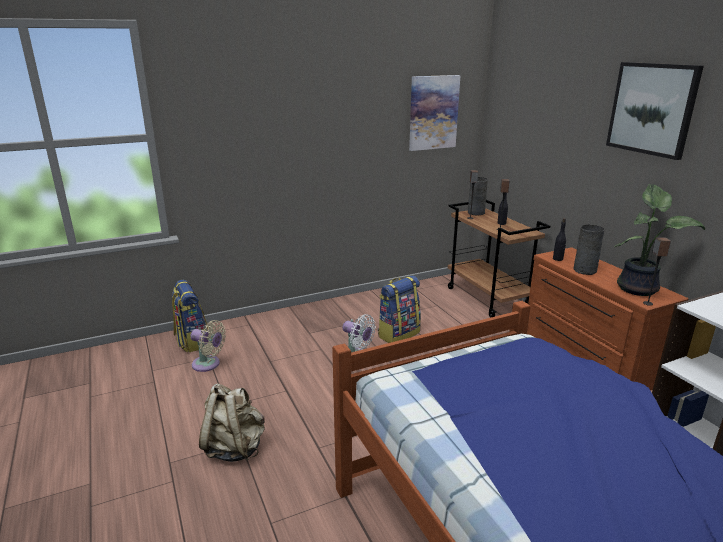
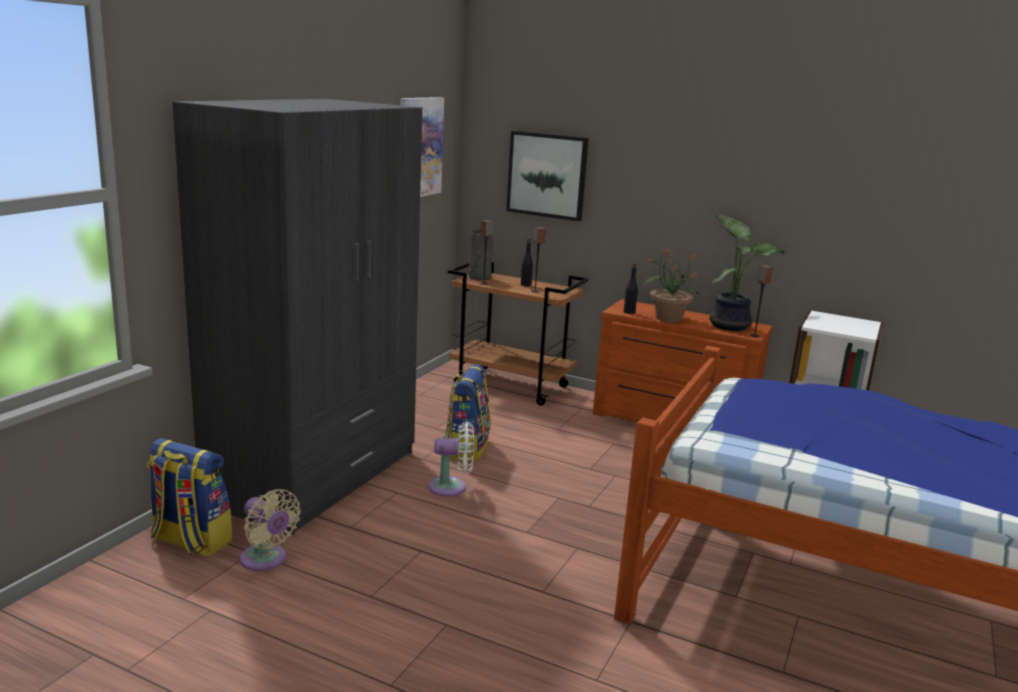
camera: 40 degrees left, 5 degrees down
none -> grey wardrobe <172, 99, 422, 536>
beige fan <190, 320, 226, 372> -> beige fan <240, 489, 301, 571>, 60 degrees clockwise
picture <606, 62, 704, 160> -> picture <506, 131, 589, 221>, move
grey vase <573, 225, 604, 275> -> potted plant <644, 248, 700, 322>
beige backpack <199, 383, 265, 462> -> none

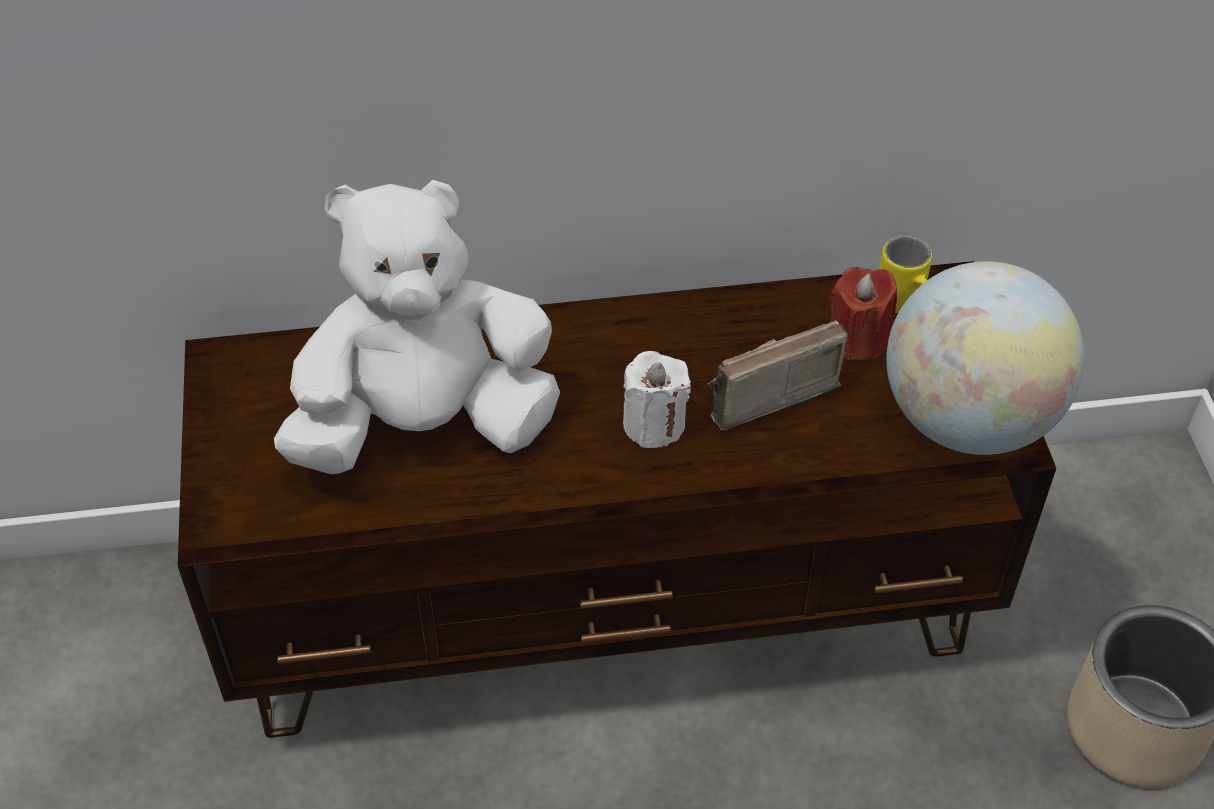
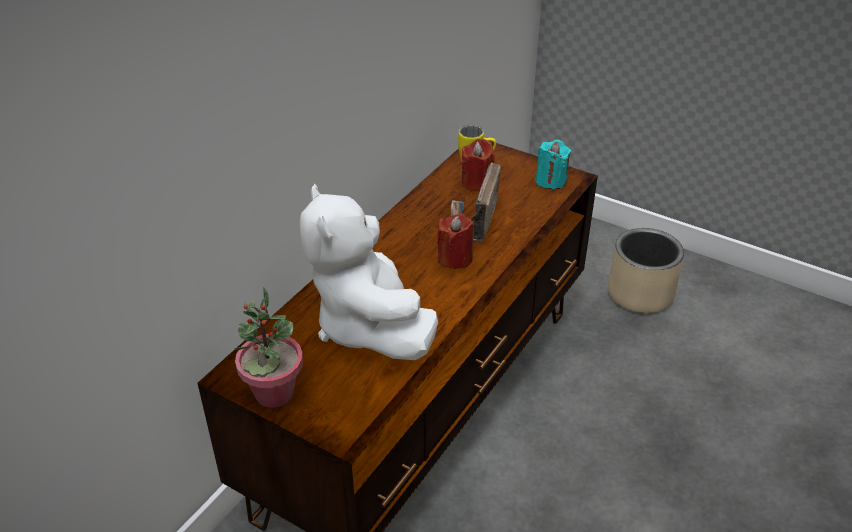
camera: 50 degrees left, 10 degrees down
none -> potted plant <234, 287, 303, 408>
white plush toy <274, 180, 560, 474> -> white plush toy <300, 184, 438, 360>, 45 degrees counterclockwise
white candle <623, 351, 691, 448> -> red candle <437, 214, 474, 269>
globe <886, 261, 1084, 455> -> turquoise candle <535, 140, 571, 189>

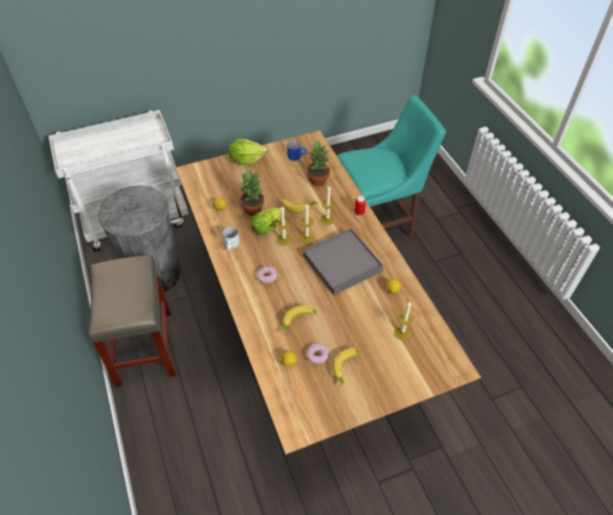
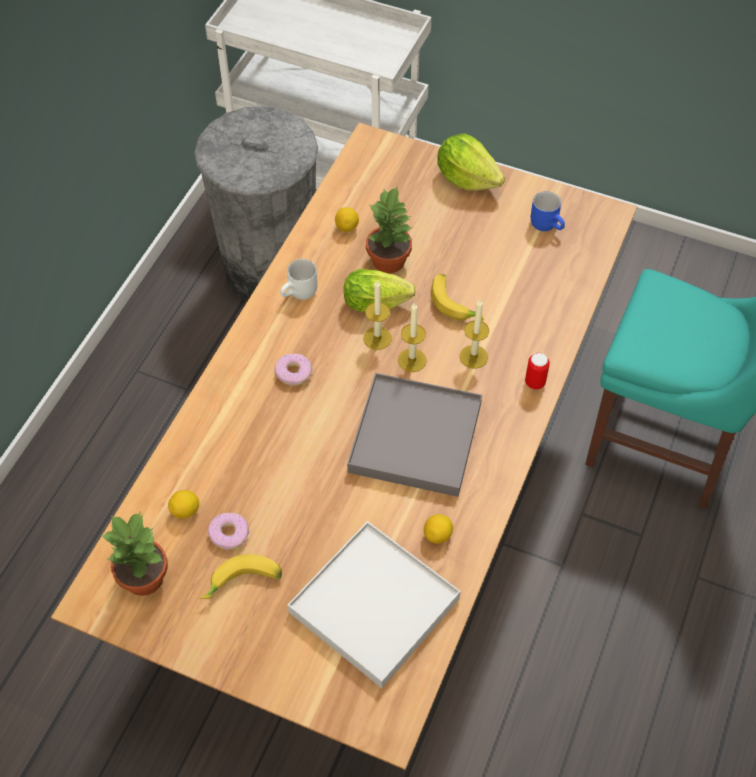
camera: 45 degrees right, 5 degrees up
potted plant <307, 140, 330, 186> -> potted plant <100, 512, 168, 596>, move
candle <394, 302, 413, 341> -> white tray <288, 521, 461, 688>
beige stool <89, 255, 176, 387> -> none
banana <281, 305, 316, 333> -> none

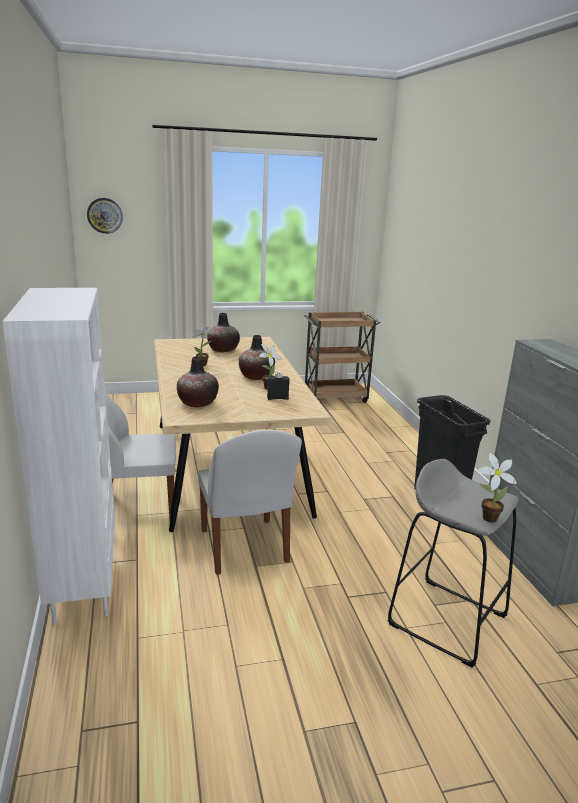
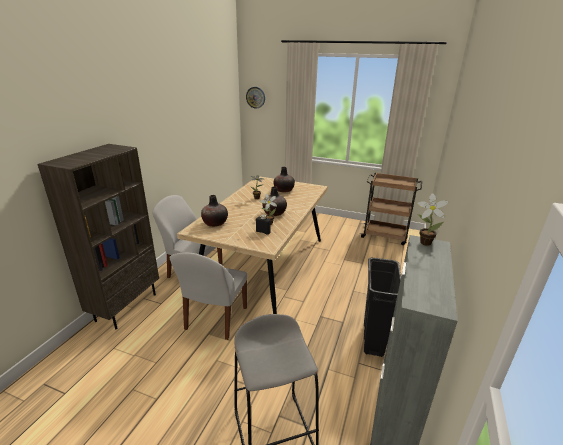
camera: 35 degrees right, 5 degrees up
white bookcase <2, 288, 115, 623> -> brown bookcase <38, 144, 159, 329>
potted plant <478, 453, 517, 523> -> potted plant <417, 193, 449, 246>, move

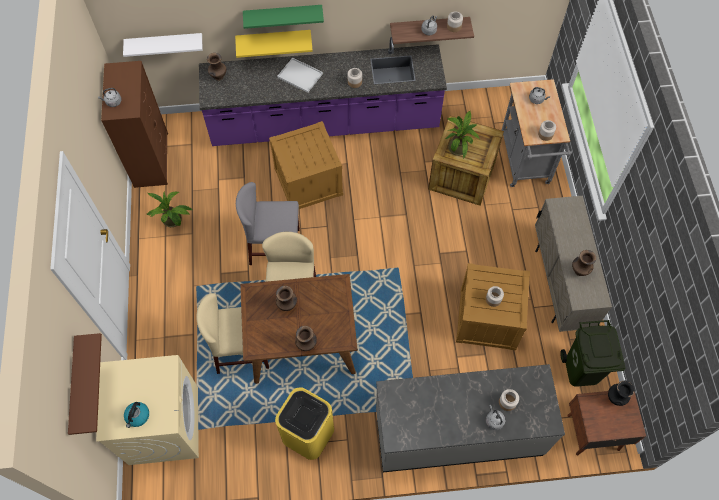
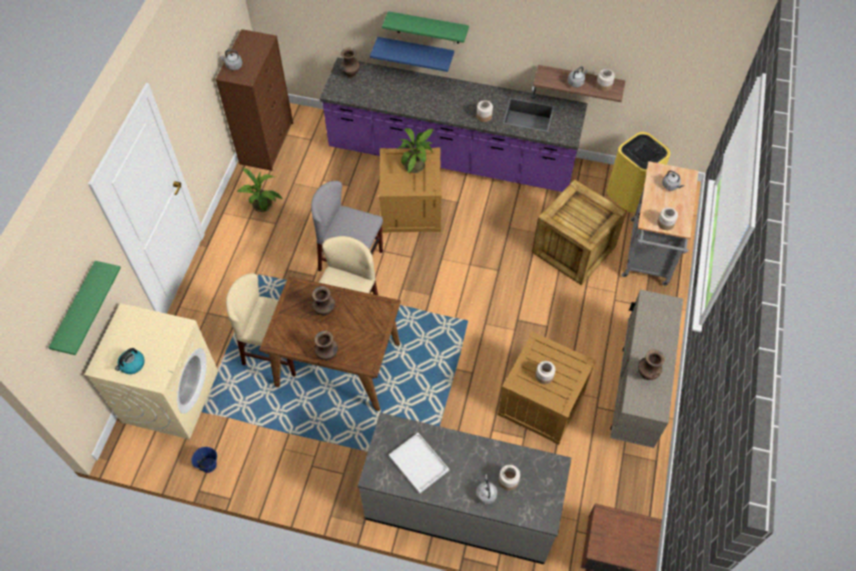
camera: 20 degrees right, 5 degrees down
brown shelf <68, 333, 102, 435> -> green shelf <48, 261, 121, 355>
none -> blue bucket <191, 447, 217, 473>
yellow shelf <235, 30, 313, 58> -> blue shelf <370, 37, 454, 72>
white tray <277, 57, 323, 93> -> white tray <389, 433, 449, 494>, move
potted plant <446, 111, 480, 158> -> potted plant <397, 128, 434, 173>, move
yellow trash can <275, 387, 334, 460> -> yellow trash can <607, 132, 670, 213>, move
white shelf <123, 33, 202, 57> -> none
green trash can <560, 320, 626, 387> -> none
black vase <608, 381, 635, 406> -> none

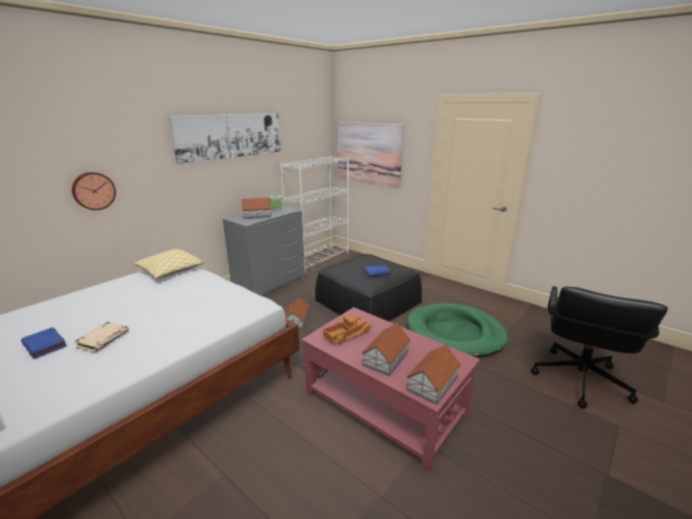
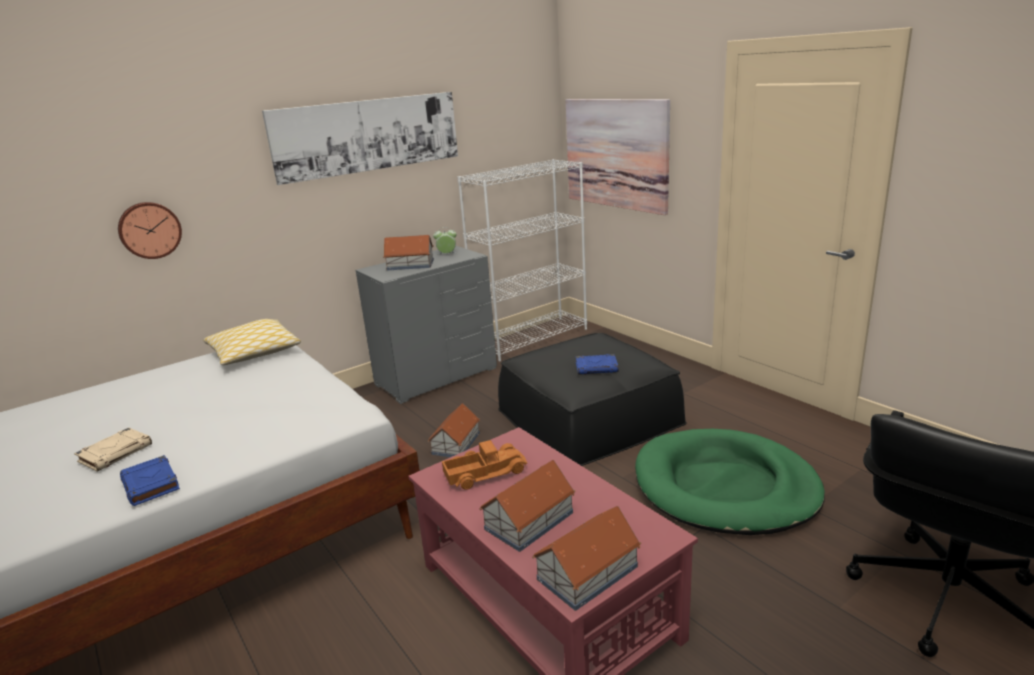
camera: 15 degrees right, 0 degrees up
blue book <21, 327, 67, 359> -> blue book <120, 455, 180, 506>, move

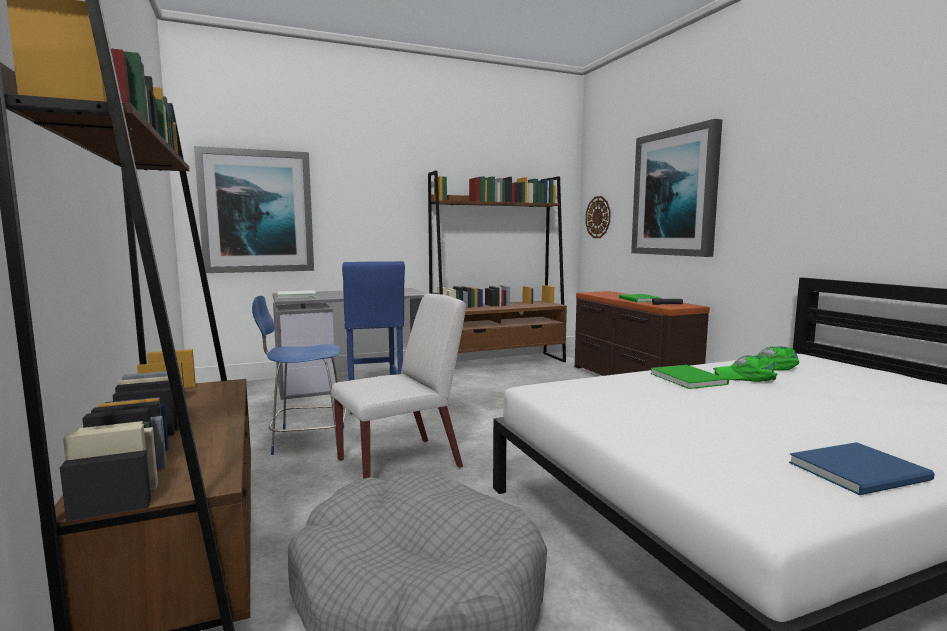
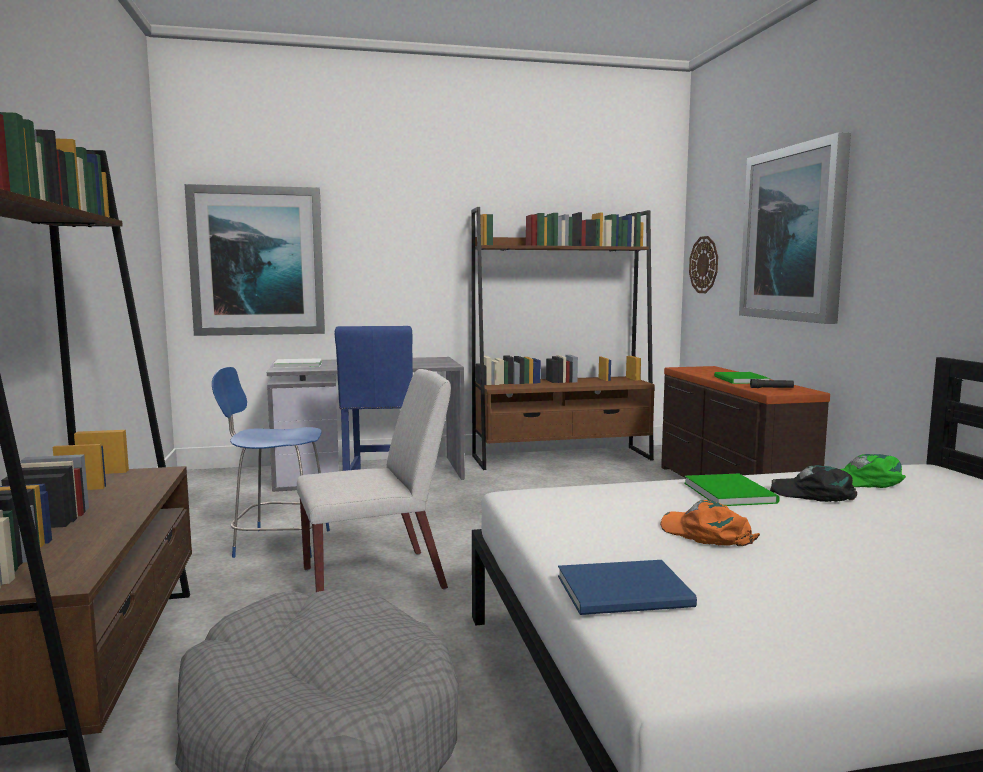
camera: 10 degrees right, 0 degrees up
blue book <789, 442, 935, 495> -> blue book <558, 560, 697, 615>, move
none -> orange cap <660, 500, 760, 546>
green cap <713, 356, 778, 382> -> black cap <770, 465, 857, 502>

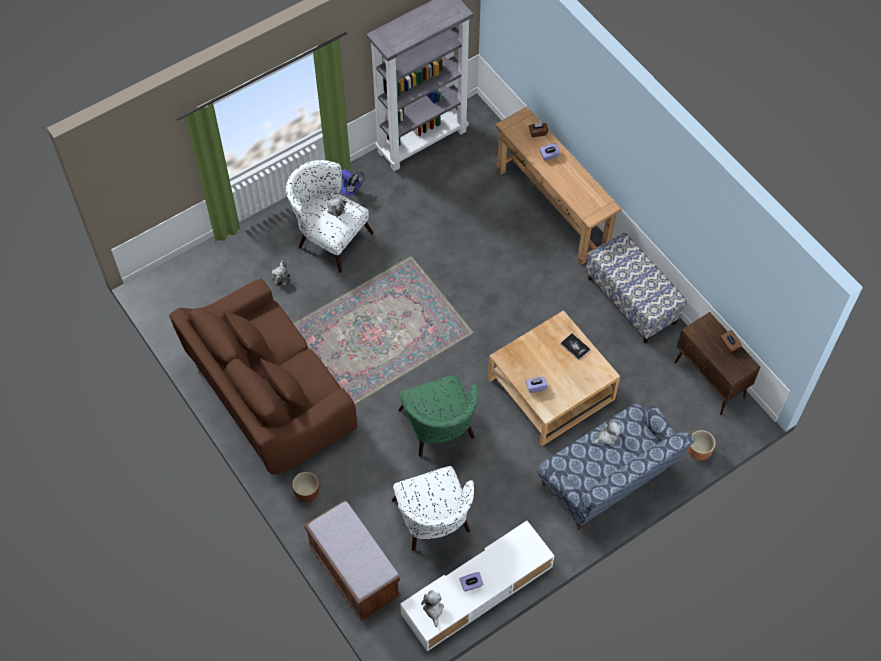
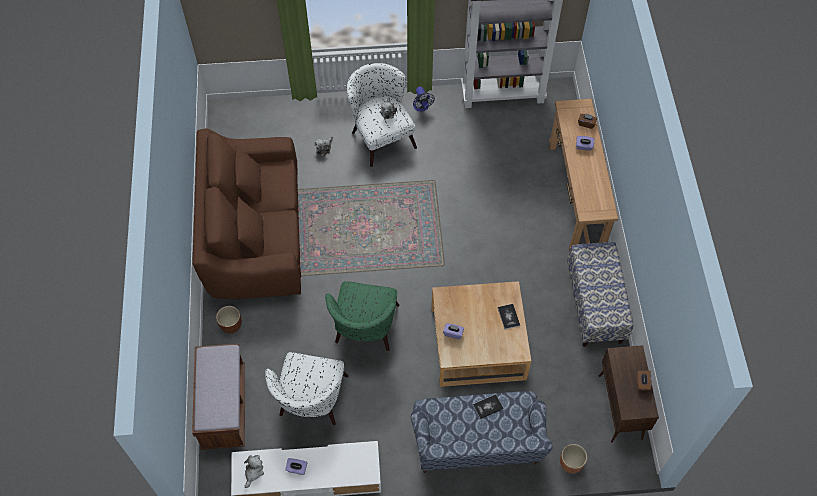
camera: 30 degrees right, 0 degrees up
plush toy <591, 420, 622, 445> -> book <473, 394, 504, 419>

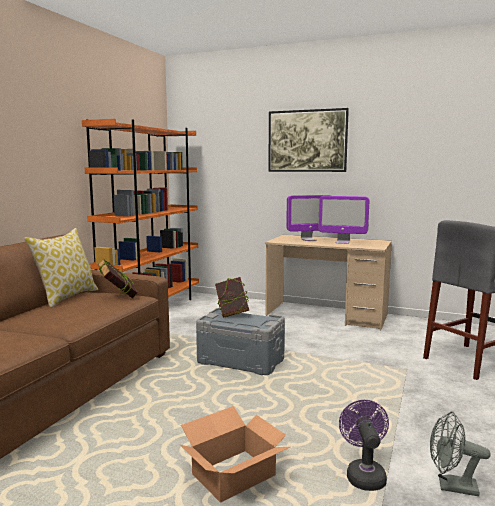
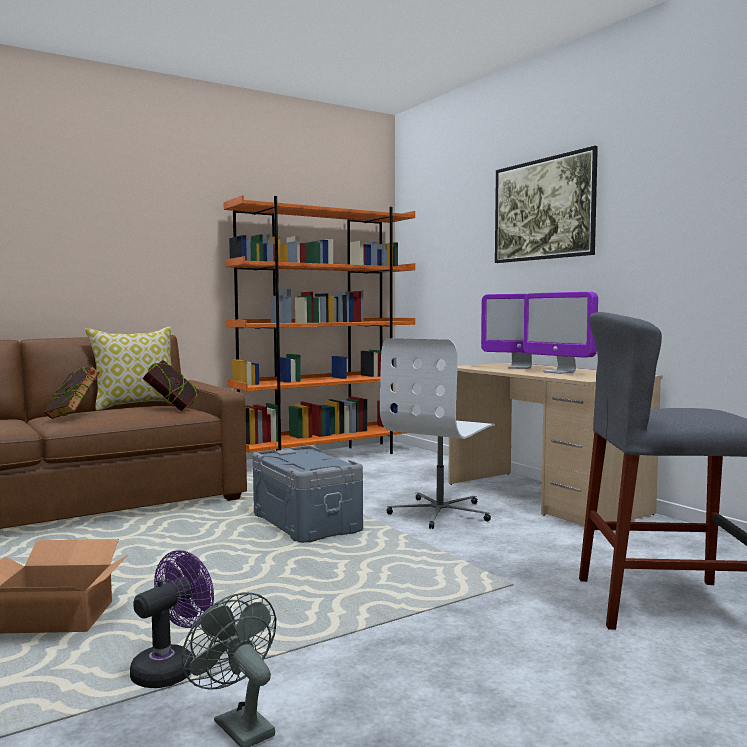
camera: 35 degrees right, 5 degrees down
book <215, 277, 249, 318> -> book <44, 365, 100, 419>, move
none -> white office chair <380, 338, 495, 529>

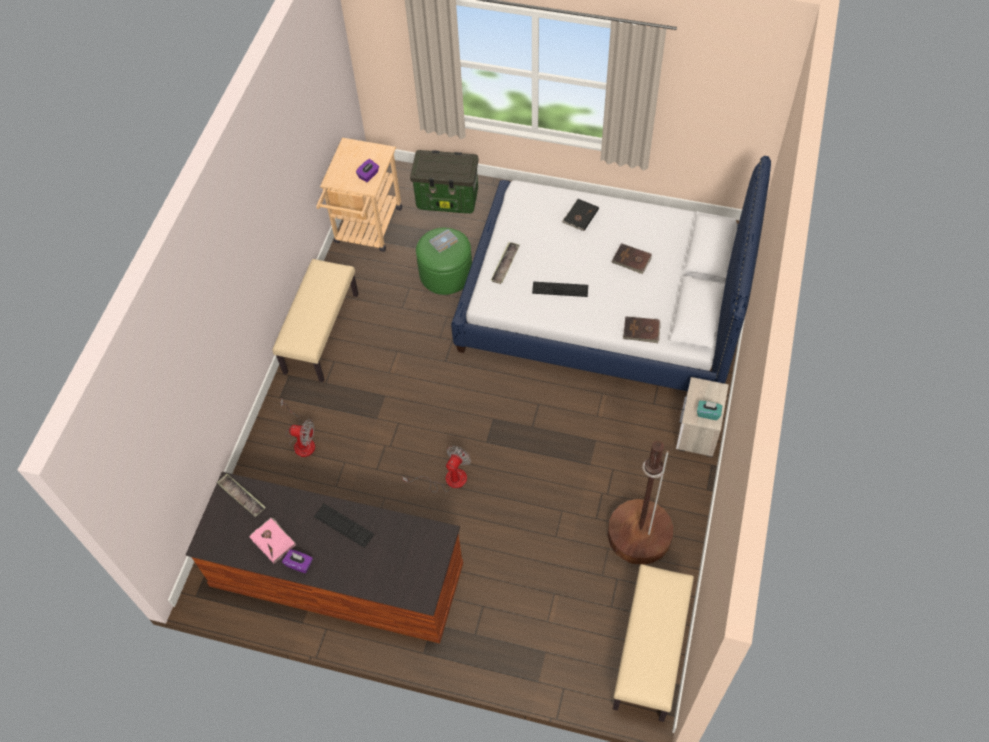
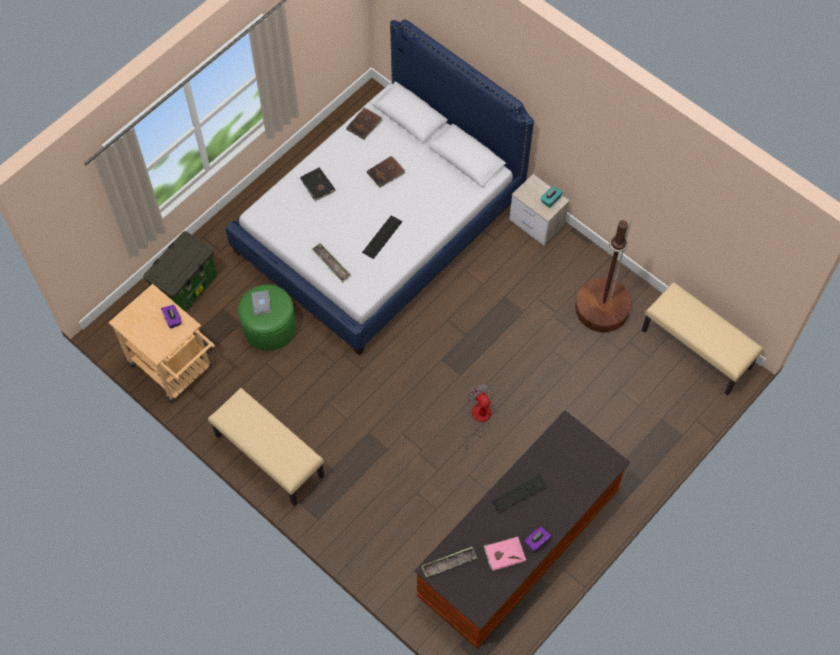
camera: 65 degrees left, 5 degrees up
brown book <623, 316, 661, 343> -> brown book <346, 108, 383, 140>, move
fan <280, 399, 315, 457> -> none

